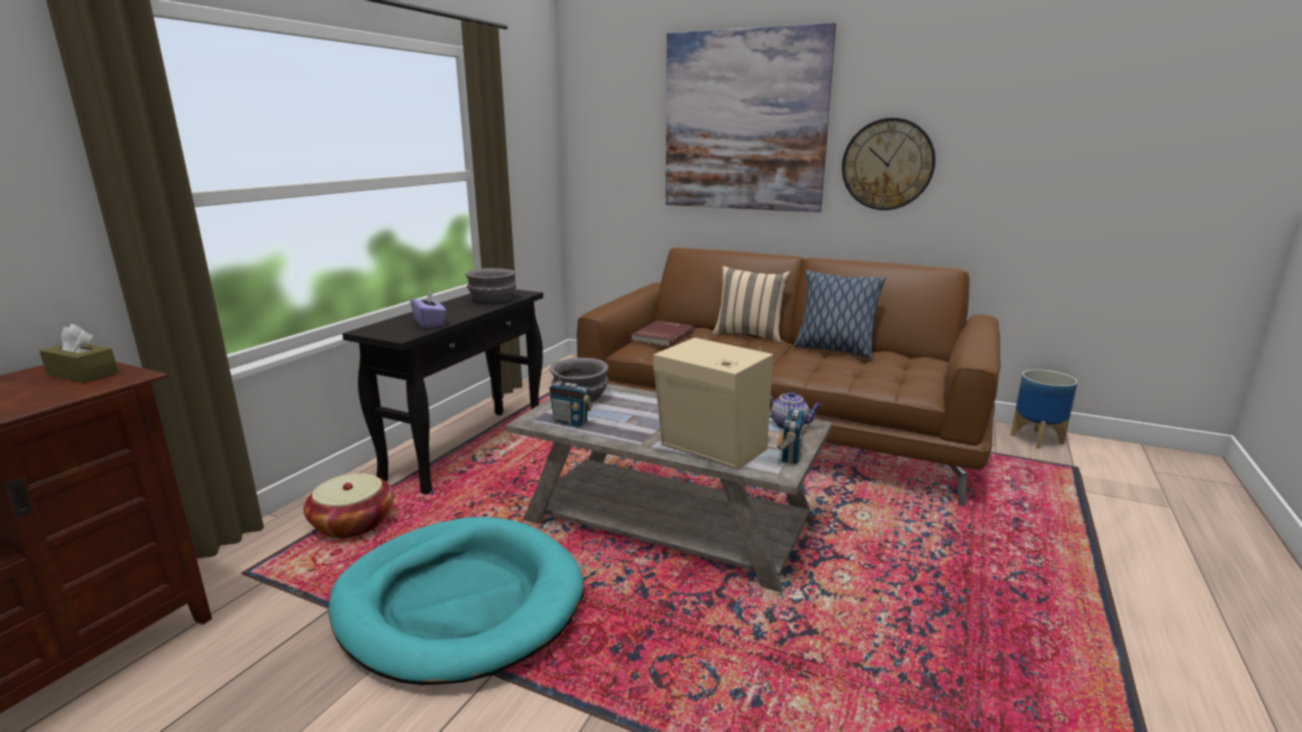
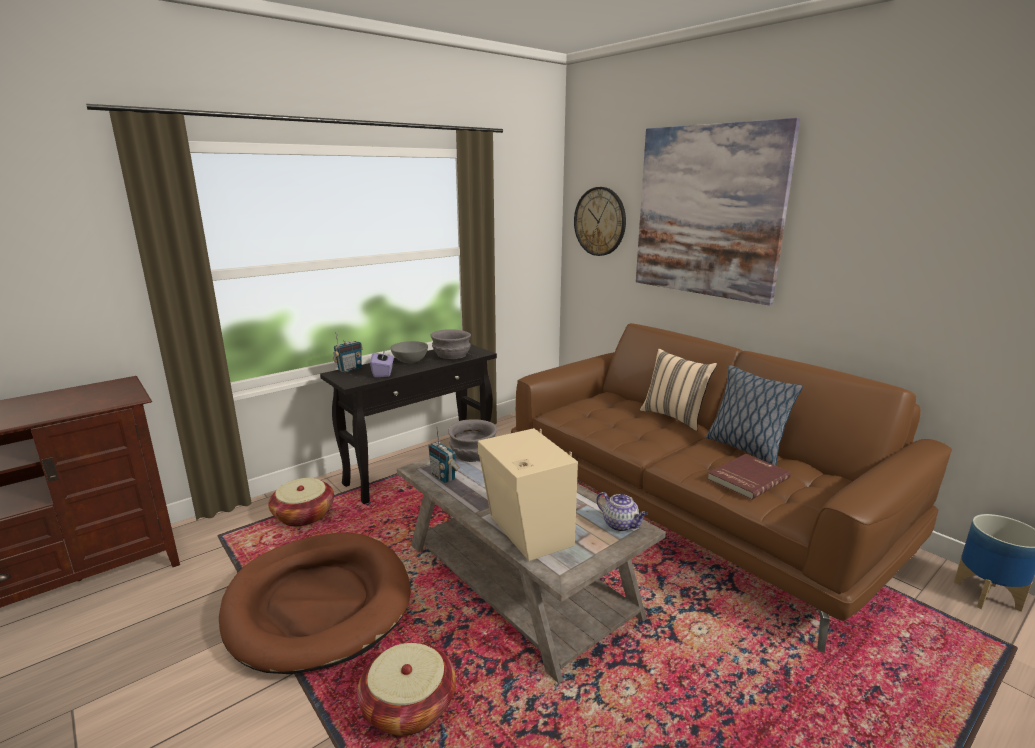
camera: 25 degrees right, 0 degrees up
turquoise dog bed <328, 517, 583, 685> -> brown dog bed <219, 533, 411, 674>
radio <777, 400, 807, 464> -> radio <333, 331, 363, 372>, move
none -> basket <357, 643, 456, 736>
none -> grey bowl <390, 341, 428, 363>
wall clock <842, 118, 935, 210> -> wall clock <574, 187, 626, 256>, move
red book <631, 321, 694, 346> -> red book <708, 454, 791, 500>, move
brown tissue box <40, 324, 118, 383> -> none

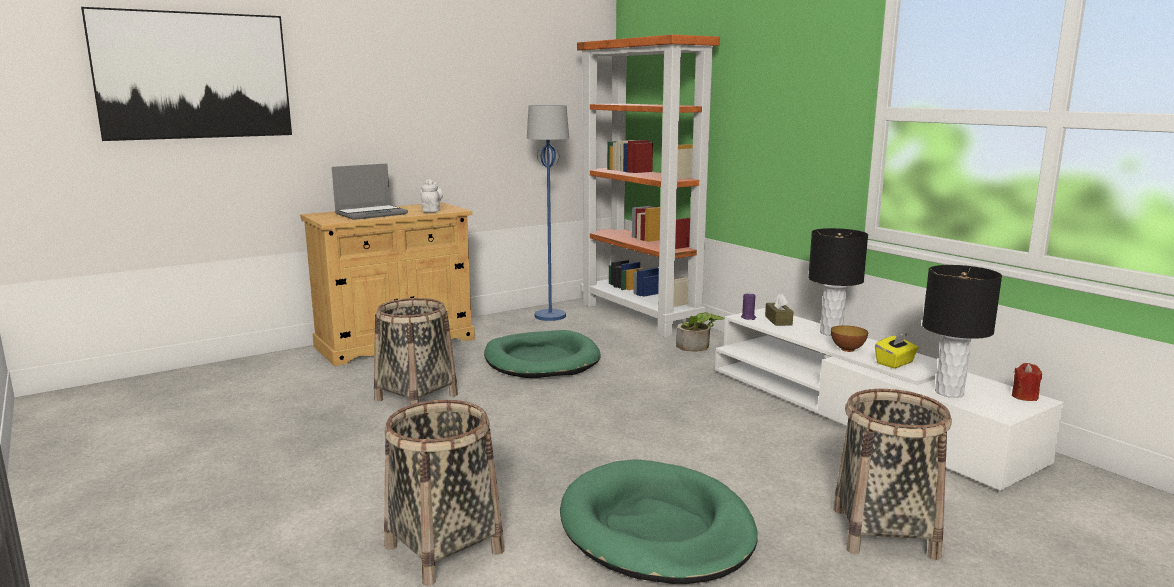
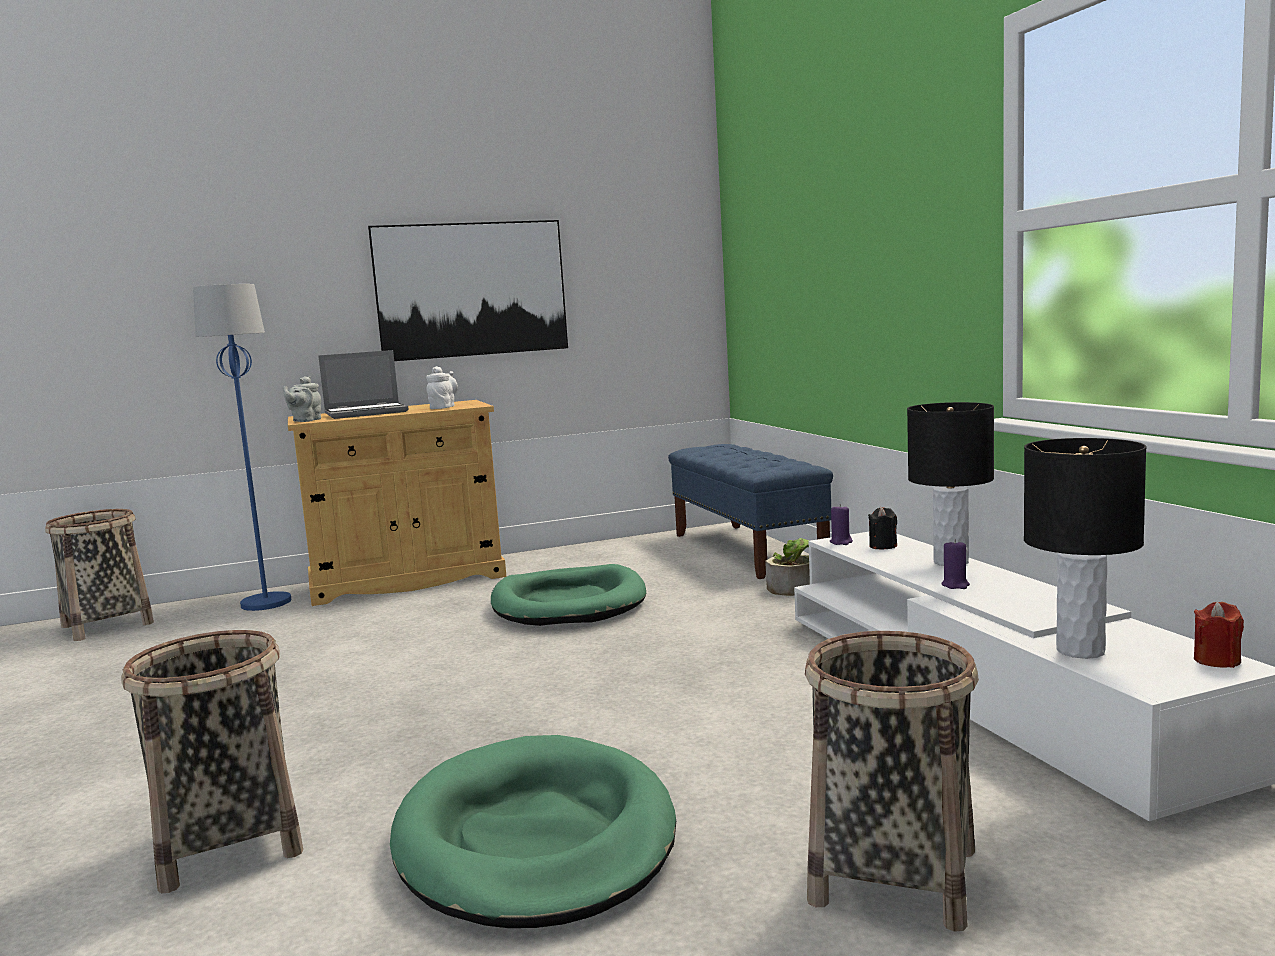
camera: 15 degrees right, 5 degrees down
basket <374, 298, 458, 405> -> basket <45, 509, 154, 641>, move
blue floor lamp <527, 105, 569, 321> -> blue floor lamp <193, 284, 291, 611>, move
none -> grey teapot <283, 376, 321, 422>
picture <81, 7, 292, 141> -> picture <368, 220, 568, 361>, move
orange bookcase <577, 34, 720, 337> -> blue bench <668, 444, 833, 579>
brown tissue box <765, 293, 793, 326> -> black candle <868, 507, 897, 549>
bowl <831, 325, 868, 352> -> purple candle <941, 539, 970, 589>
yellow tissue box <875, 333, 919, 369> -> none

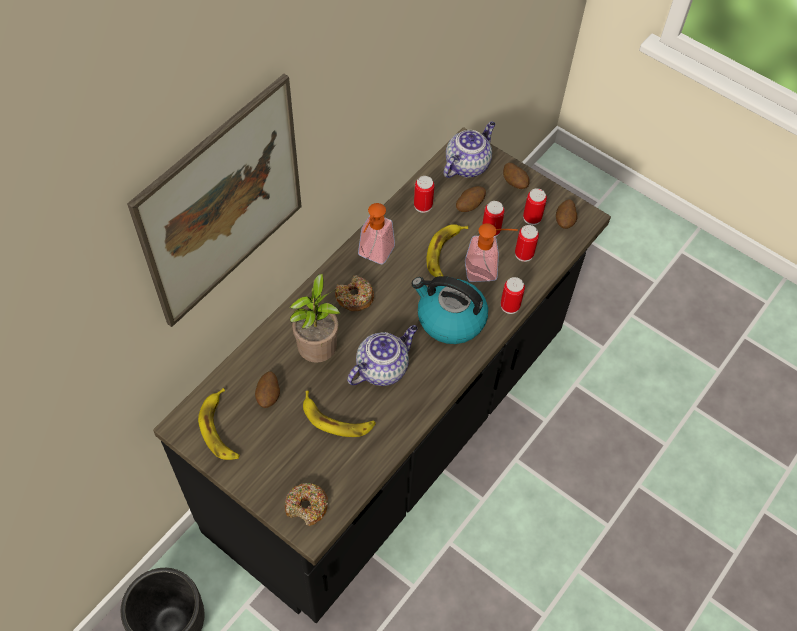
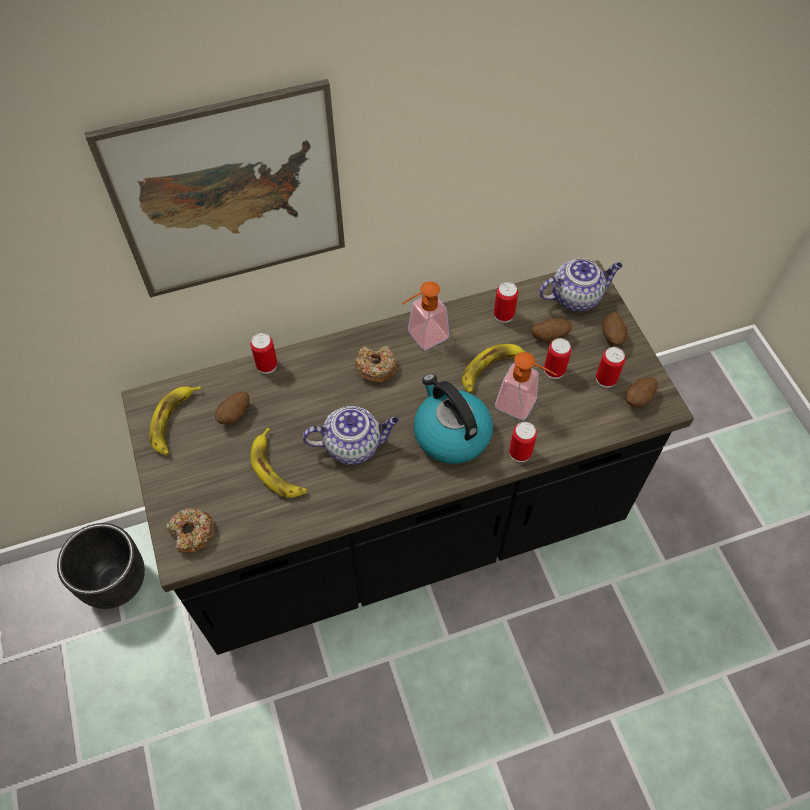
camera: 35 degrees right, 0 degrees up
can <515, 225, 539, 262> -> can <250, 333, 277, 374>, move
potted plant <290, 274, 340, 363> -> none

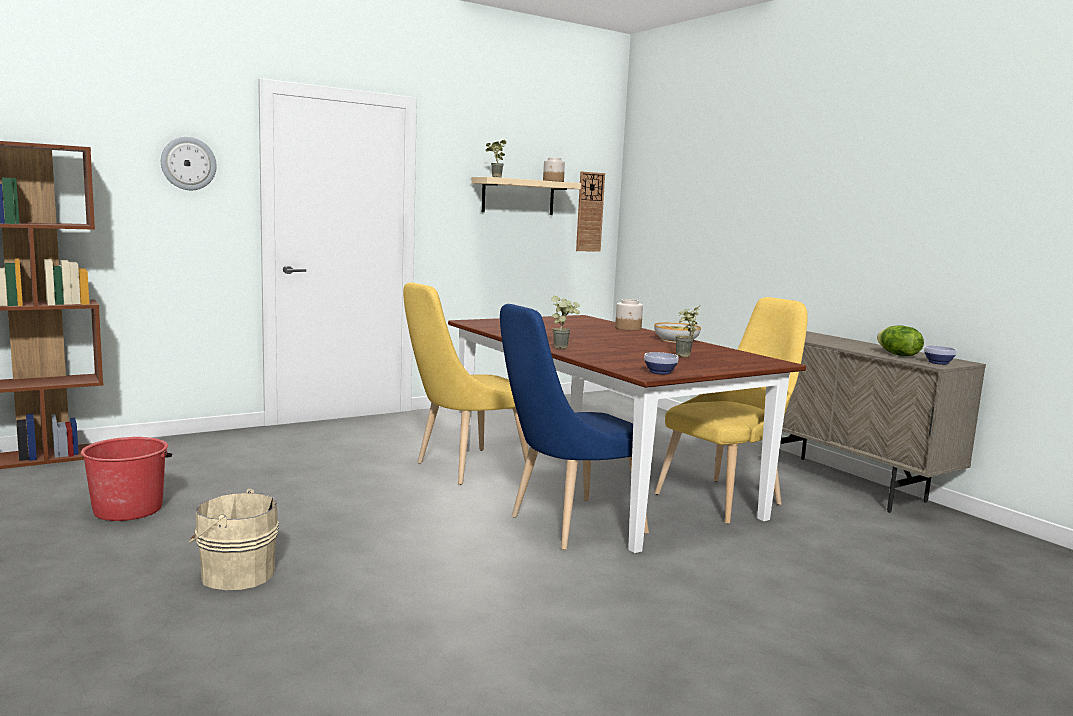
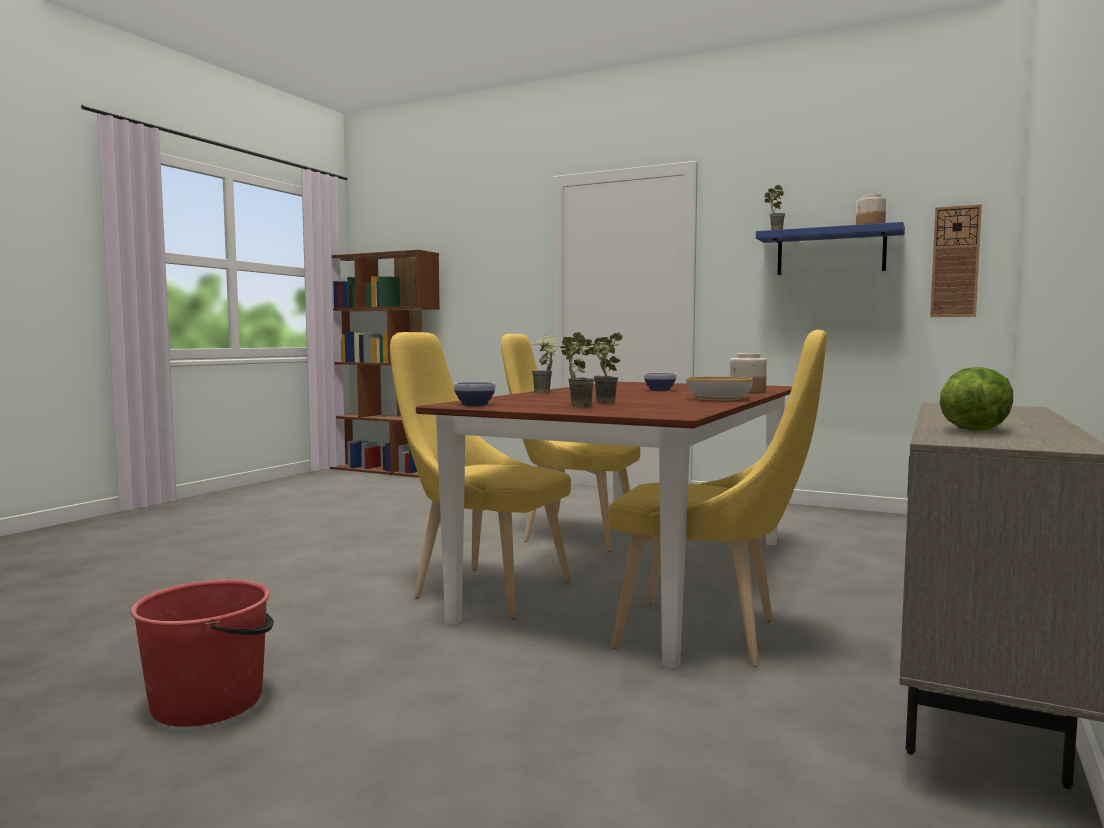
camera: 60 degrees right, 5 degrees down
red bucket <81, 437, 172, 521> -> red bucket <131, 579, 274, 727>, move
blue chair <500, 304, 649, 550> -> yellow chair <390, 332, 571, 619>
none -> potted plant <560, 332, 595, 408>
bowl <924, 345, 957, 365> -> bowl <644, 373, 677, 391>, move
beige shelf <471, 177, 581, 215> -> blue shelf <756, 222, 905, 275>
wall clock <161, 137, 217, 190> -> none
beige bucket <189, 488, 279, 590> -> none

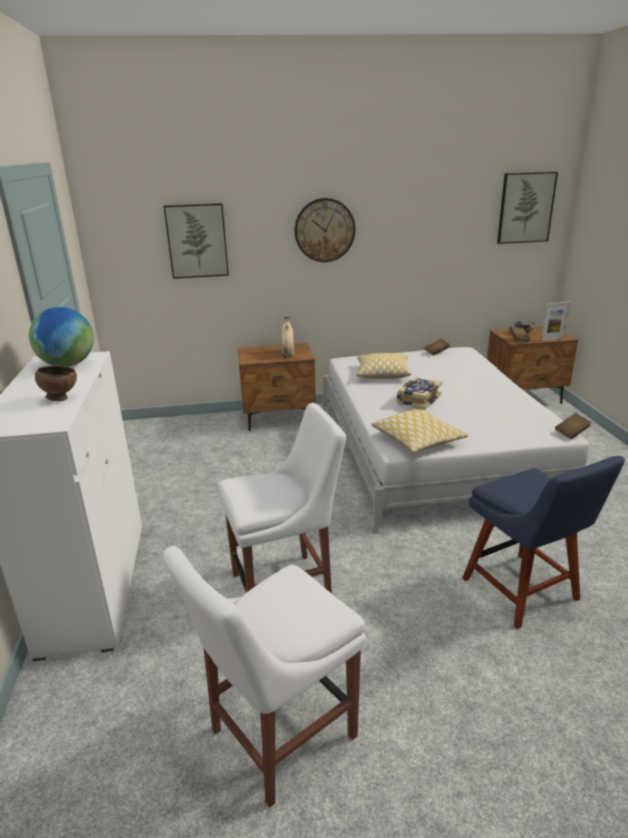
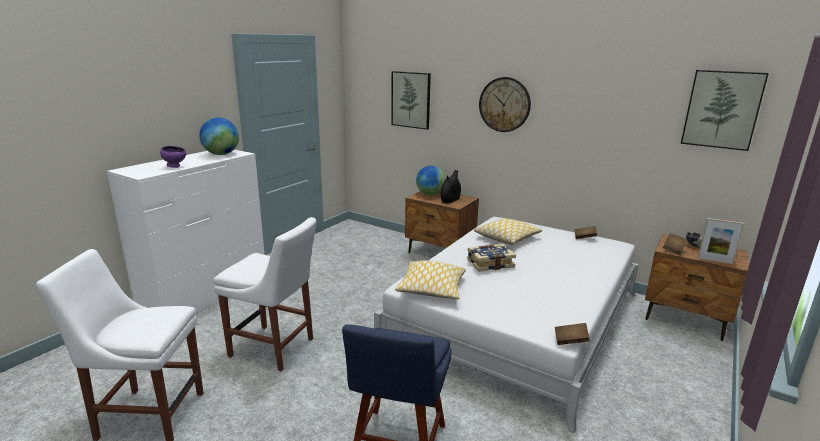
camera: 40 degrees right, 5 degrees down
brown bowl <35, 365, 77, 401> -> purple bowl <160, 146, 186, 168>
none -> globe <416, 166, 445, 195>
beige vase <281, 317, 294, 358> -> black vase <441, 170, 461, 203>

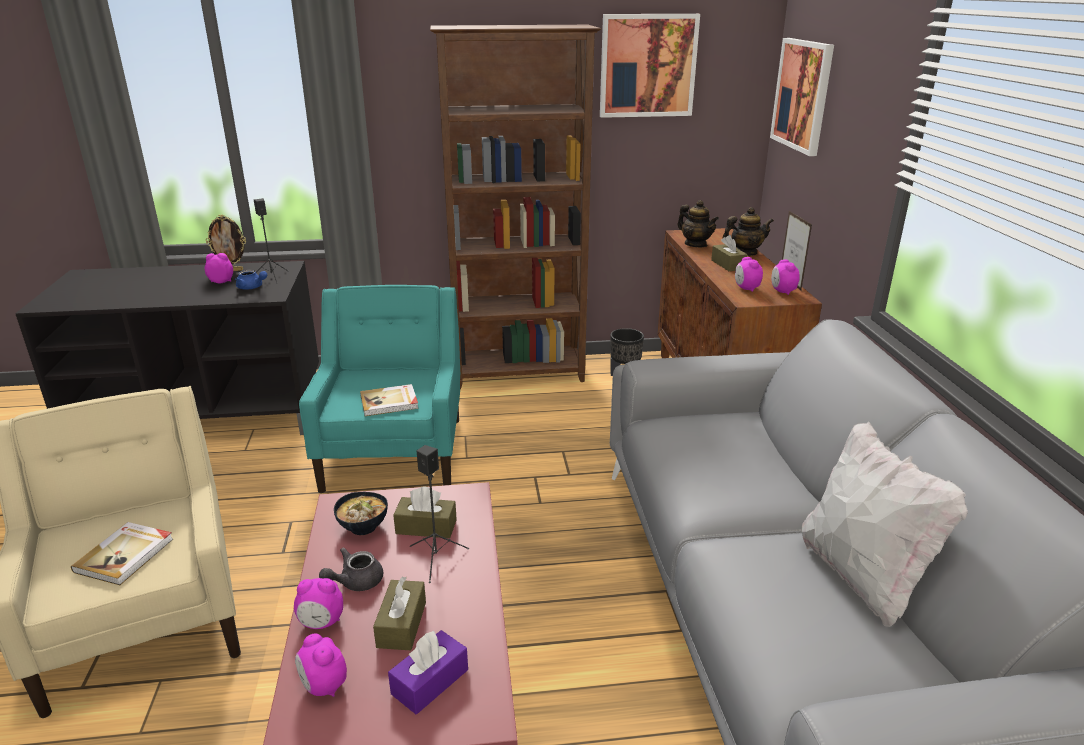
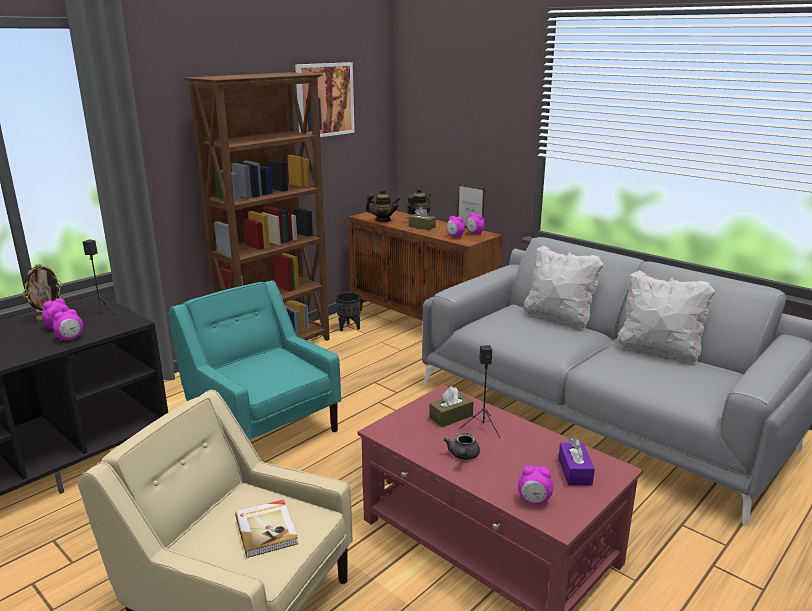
camera: 40 degrees left, 5 degrees down
alarm clock <294, 578, 343, 629> -> alarm clock <53, 309, 83, 341>, move
none -> white pillow <523, 245, 604, 329>
blue teapot <235, 270, 267, 290> -> none
bowl <334, 492, 388, 535> -> none
book <360, 384, 419, 416> -> none
brown tissue box <373, 577, 426, 650> -> none
picture <770, 38, 834, 156> -> none

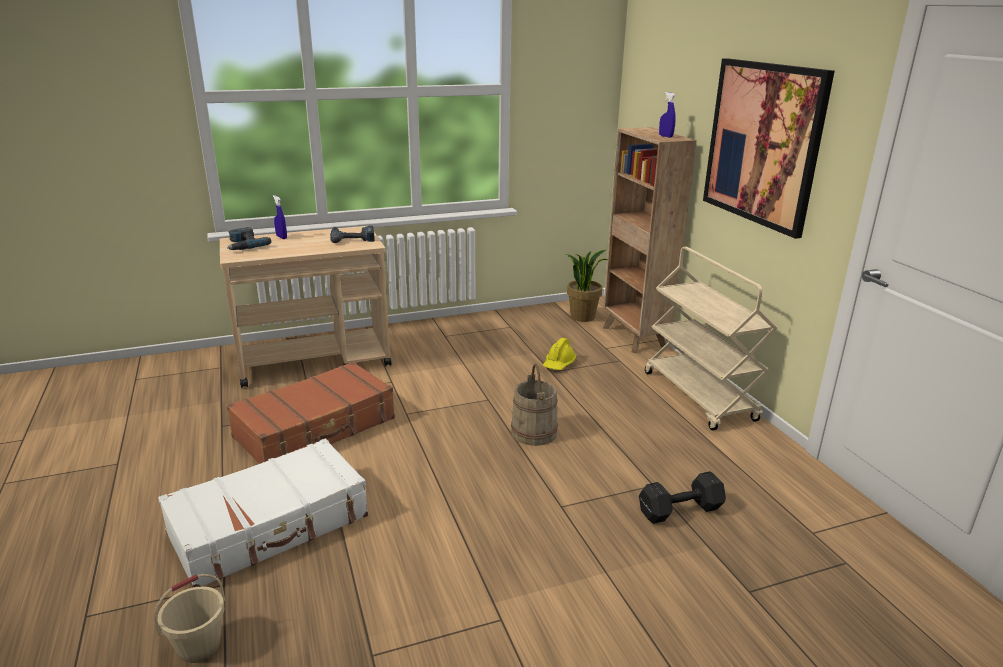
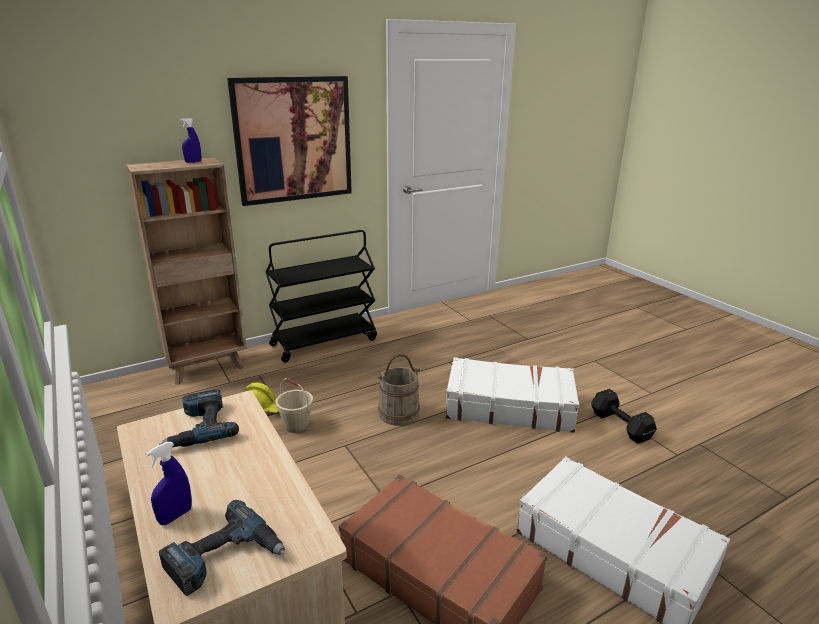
camera: 100 degrees left, 0 degrees up
beige cart <645, 247, 777, 430> -> black cart <266, 230, 377, 363>
beige bucket <154, 574, 225, 663> -> beige bucket <276, 378, 313, 433>, move
none -> white suitcase <445, 357, 580, 433>
black dumbbell <639, 471, 726, 524> -> black dumbbell <591, 389, 657, 444>, move
potted plant <566, 250, 607, 322> -> none

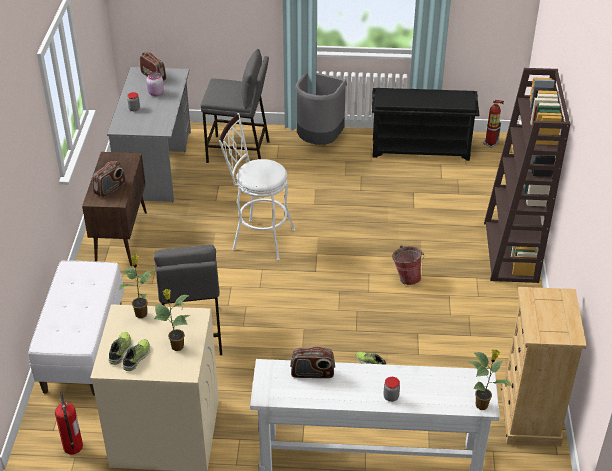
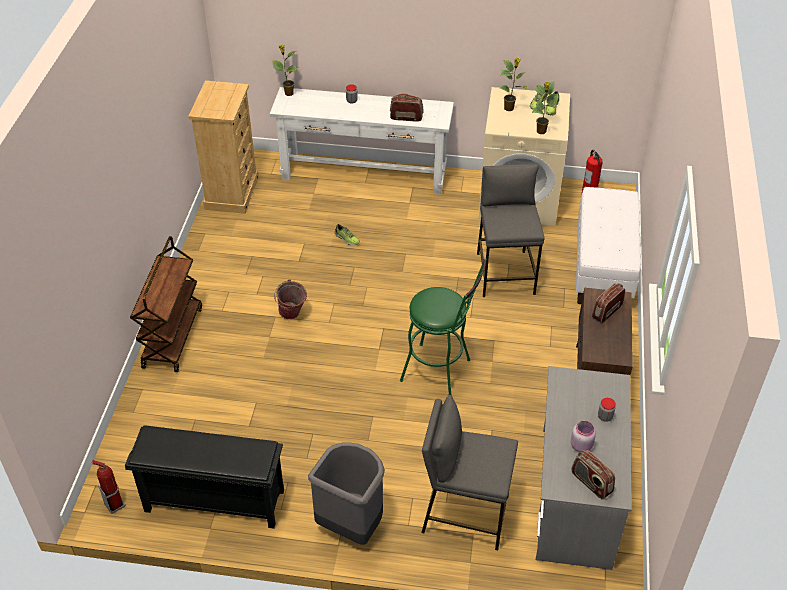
camera: 175 degrees left, 5 degrees up
brown bookcase <484, 68, 570, 283> -> brown cart <130, 236, 202, 372>
white stool <219, 113, 295, 260> -> green stool <400, 258, 486, 396>

